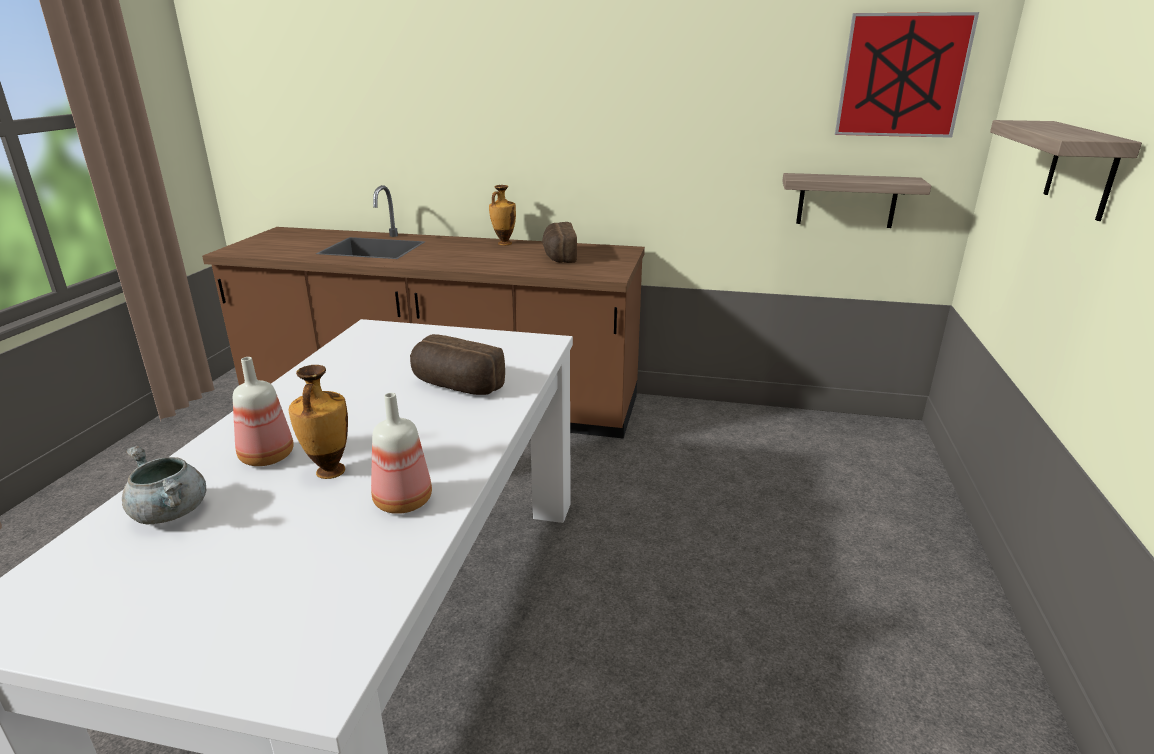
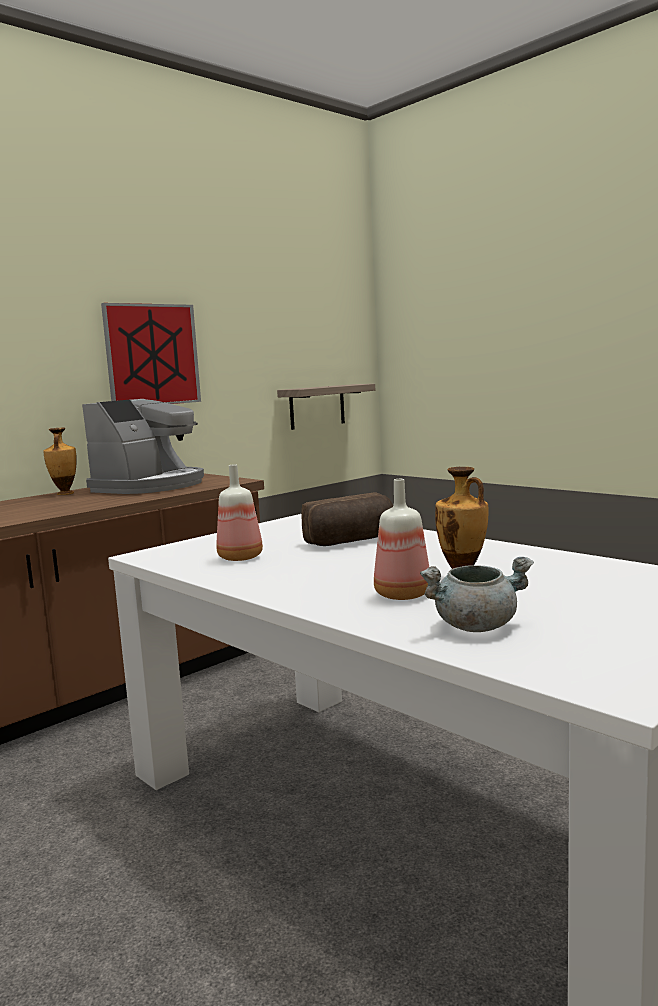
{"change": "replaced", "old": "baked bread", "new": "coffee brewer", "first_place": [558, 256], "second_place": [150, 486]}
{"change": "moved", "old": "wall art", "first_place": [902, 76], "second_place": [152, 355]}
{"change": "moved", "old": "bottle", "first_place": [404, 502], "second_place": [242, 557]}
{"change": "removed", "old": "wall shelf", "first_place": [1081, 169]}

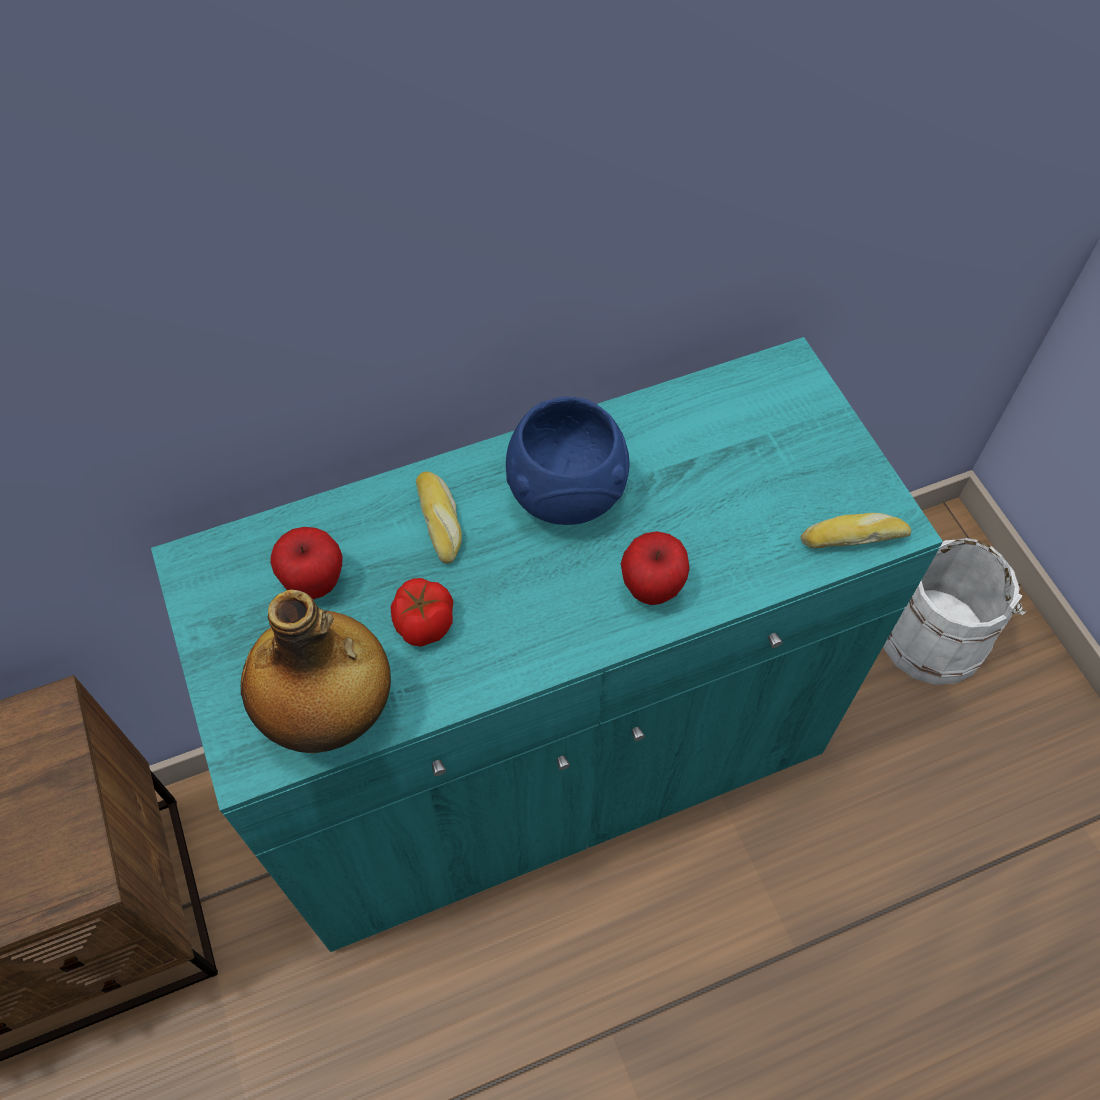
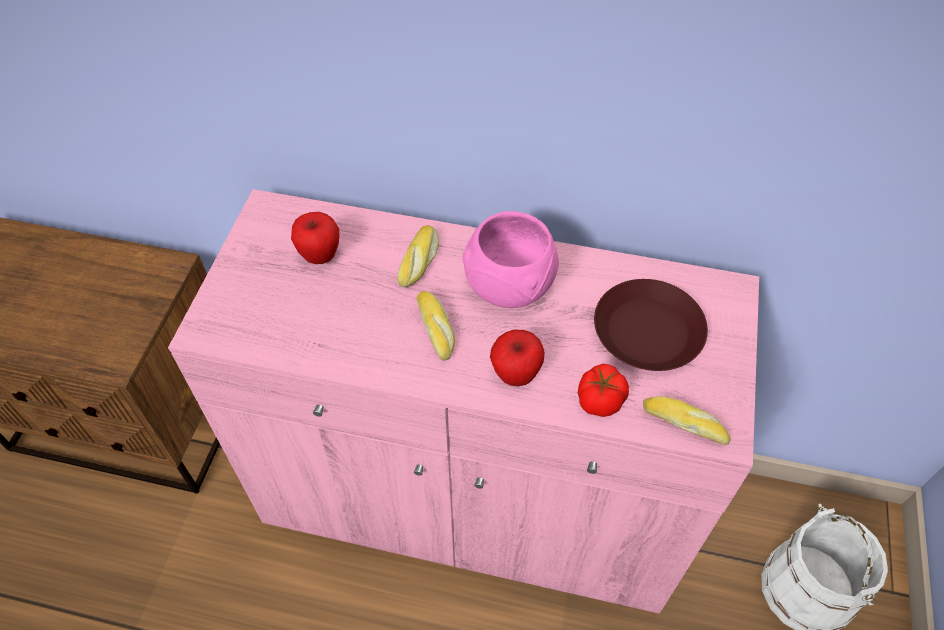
{"change": "recoloured", "old": "blue-green storage cabinet", "new": "pink-coloured storage cabinet", "first_place": [549, 761], "second_place": [472, 497]}
{"change": "added", "new": "baked bread", "second_place": [437, 329]}
{"change": "recoloured", "old": "blue-coloured serving bowl", "new": "pink-coloured serving bowl", "first_place": [566, 493], "second_place": [510, 287]}
{"change": "moved", "old": "tomato", "first_place": [424, 625], "second_place": [599, 401]}
{"change": "added", "new": "brown dinner plate", "second_place": [648, 332]}
{"change": "removed", "old": "bottle", "first_place": [330, 714]}

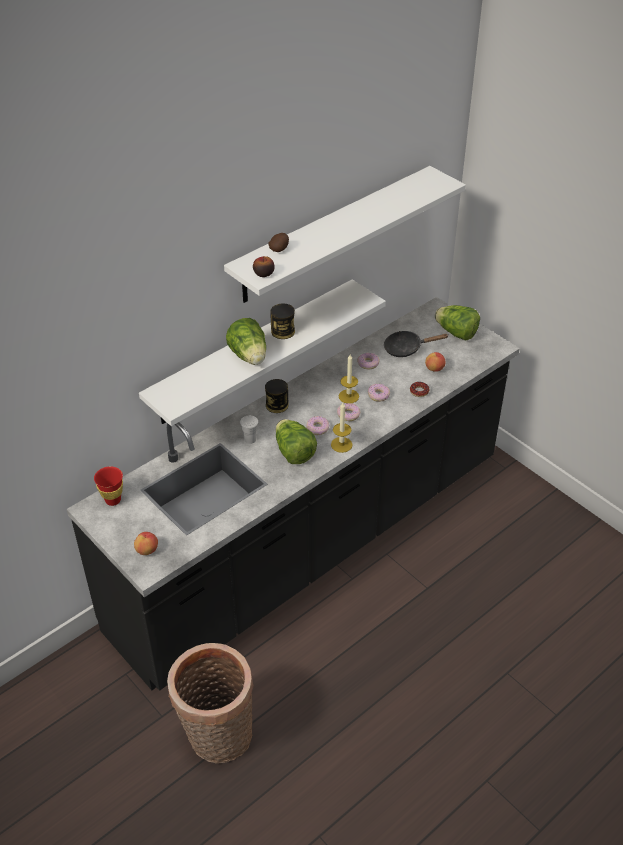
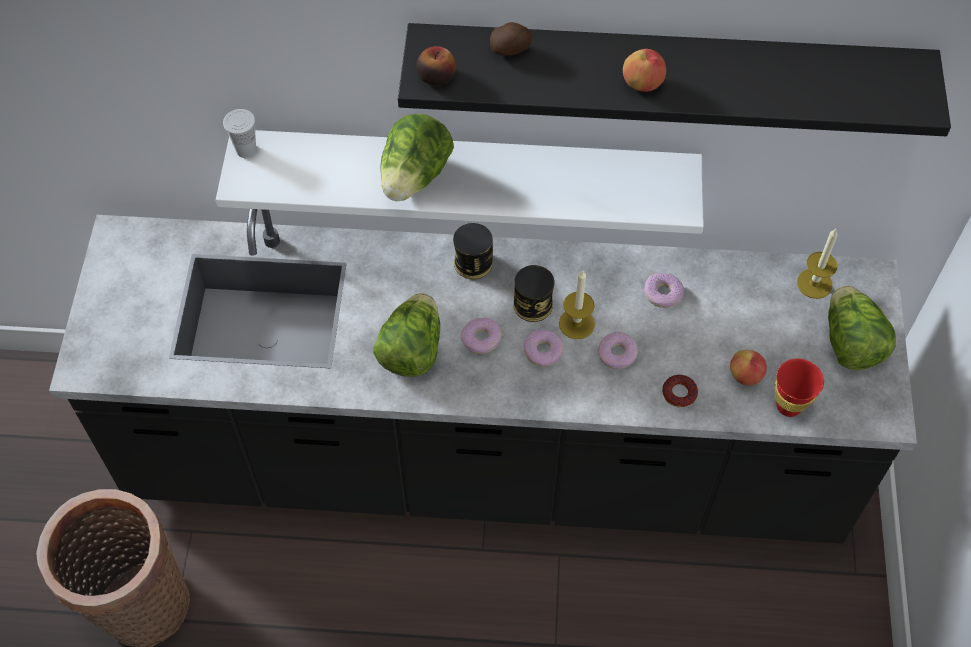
{"change": "moved", "old": "whitish small cup", "first_place": [250, 439], "second_place": [246, 150]}
{"change": "recoloured", "old": "whitish wall shelf", "new": "black-coloured wall shelf", "first_place": [333, 234], "second_place": [666, 70]}
{"change": "moved", "old": "can", "first_place": [283, 331], "second_place": [533, 305]}
{"change": "moved", "old": "whole apple", "first_place": [147, 550], "second_place": [643, 83]}
{"change": "moved", "old": "red small cup", "first_place": [113, 500], "second_place": [788, 406]}
{"change": "moved", "old": "wax light", "first_place": [341, 444], "second_place": [814, 283]}
{"change": "removed", "old": "black-coloured frying pan", "first_place": [406, 348]}

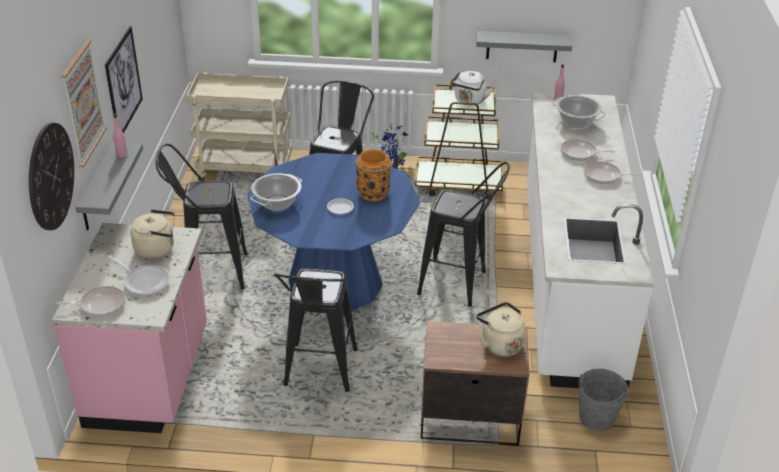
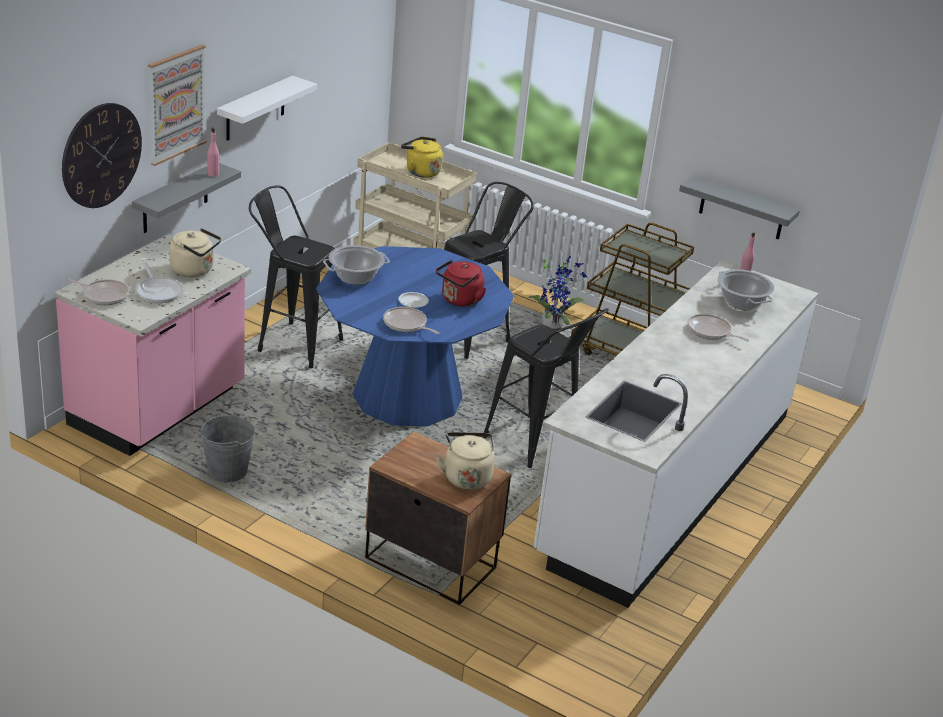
{"change": "moved", "old": "grey pail", "first_place": [596, 417], "second_place": [227, 471]}
{"change": "replaced", "old": "wall art", "new": "whitish wall shelf", "first_place": [123, 82], "second_place": [255, 109]}
{"change": "moved", "old": "frying pan", "first_place": [604, 176], "second_place": [406, 324]}
{"change": "added", "new": "yellowish water kettle", "second_place": [421, 171]}
{"change": "replaced", "old": "orangey vase", "new": "red water kettle", "first_place": [373, 193], "second_place": [460, 300]}
{"change": "removed", "old": "black-coloured stool seat", "first_place": [319, 374]}
{"change": "removed", "old": "whitish water kettle", "first_place": [469, 101]}

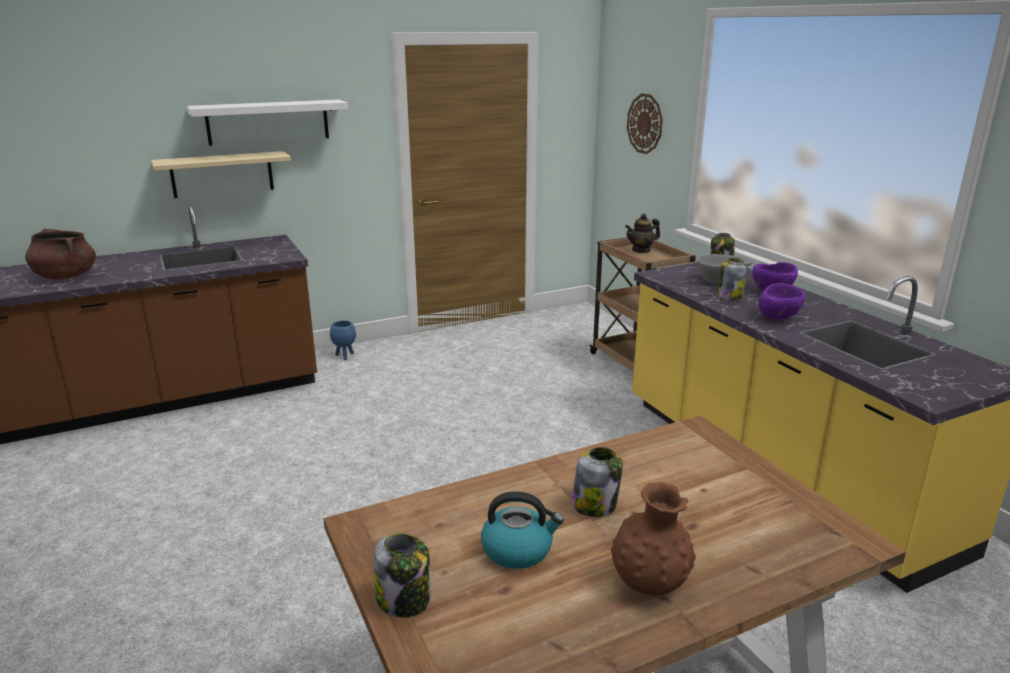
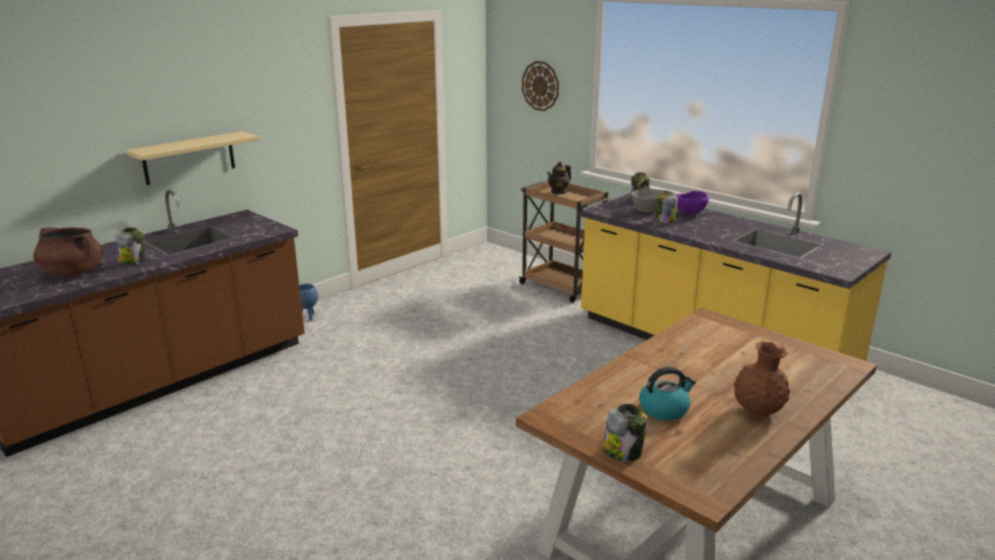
{"change": "moved", "old": "preserve jar", "first_place": [595, 505], "second_place": [133, 261]}
{"change": "removed", "old": "whitish wall shelf", "first_place": [268, 122]}
{"change": "removed", "old": "purplish serving bowl", "first_place": [778, 318]}

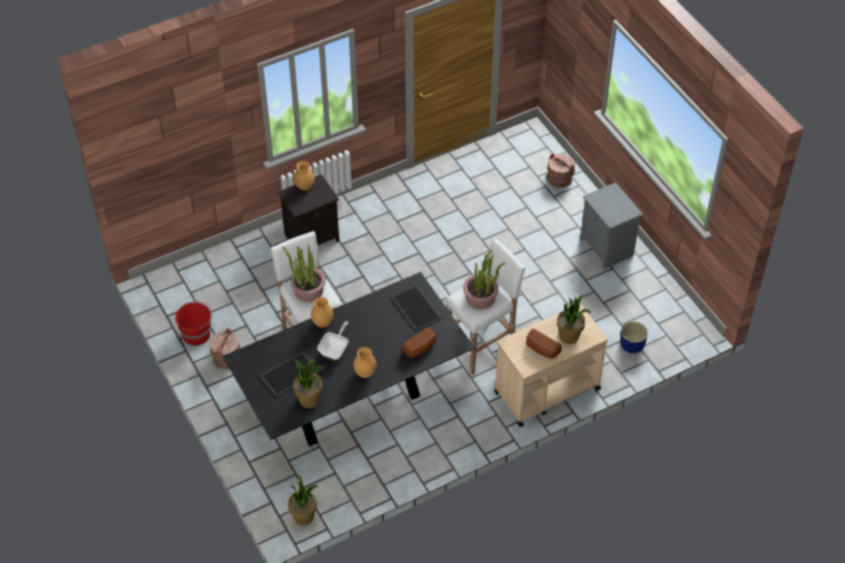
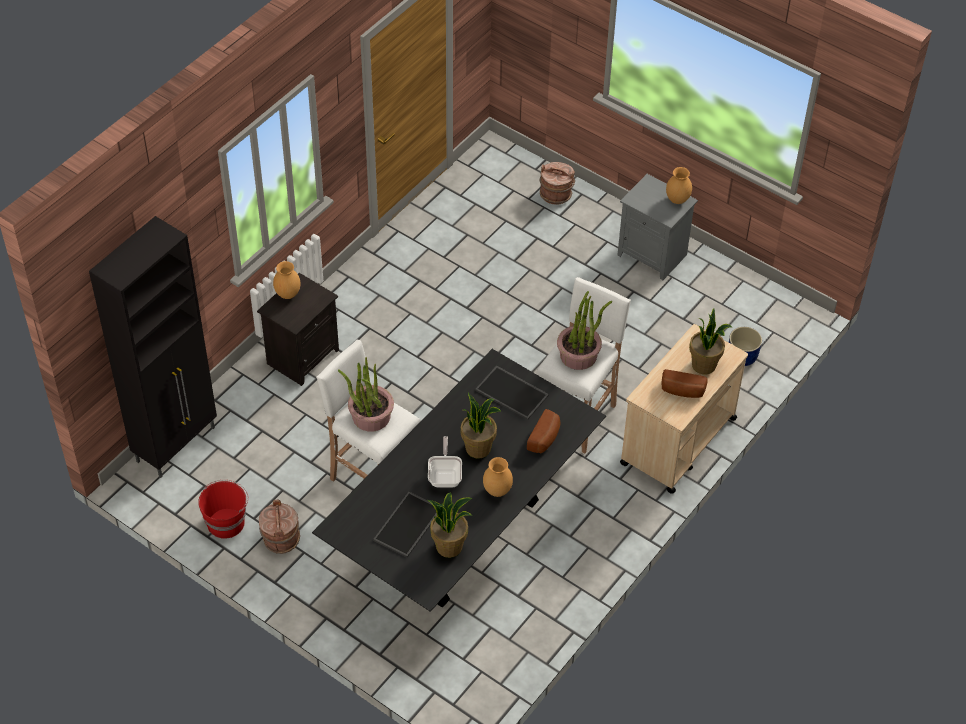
{"change": "added", "new": "black-coloured storage cabinet", "second_place": [177, 444]}
{"change": "moved", "old": "plant in a pot", "first_place": [304, 517], "second_place": [478, 448]}
{"change": "moved", "old": "brown vase", "first_place": [323, 323], "second_place": [678, 200]}

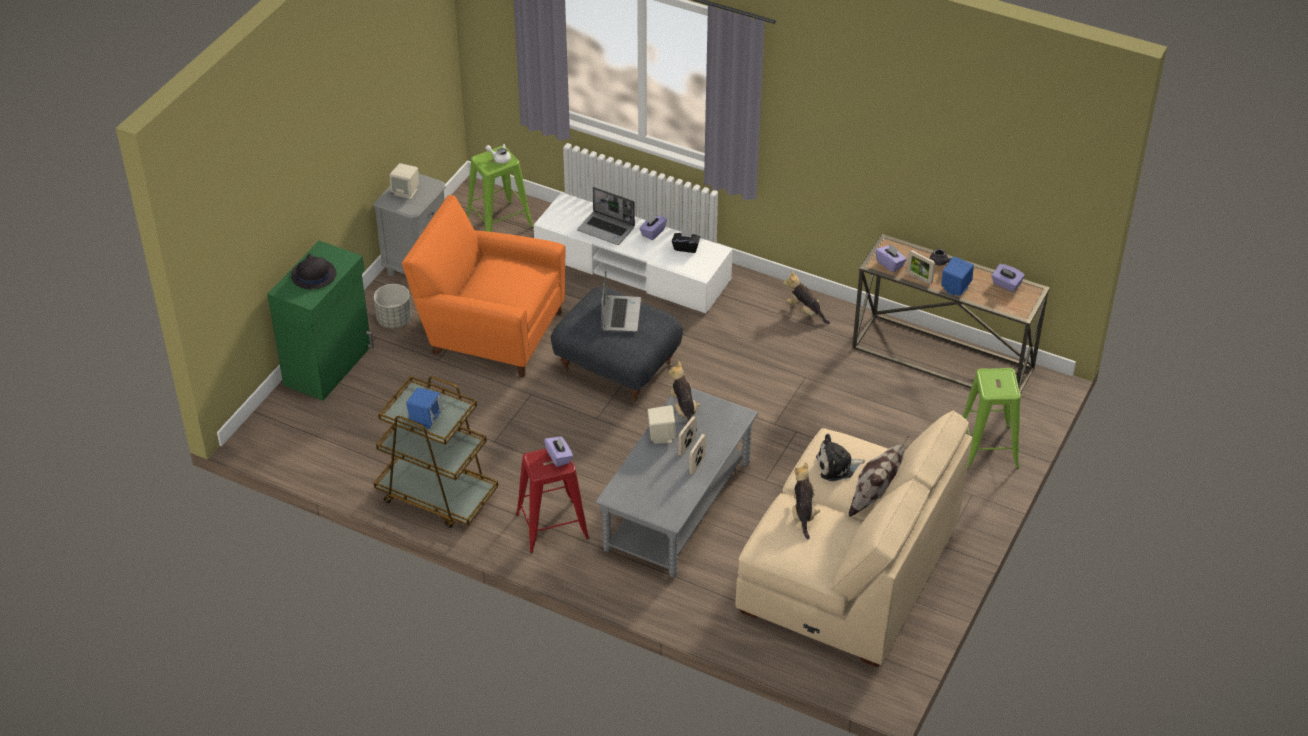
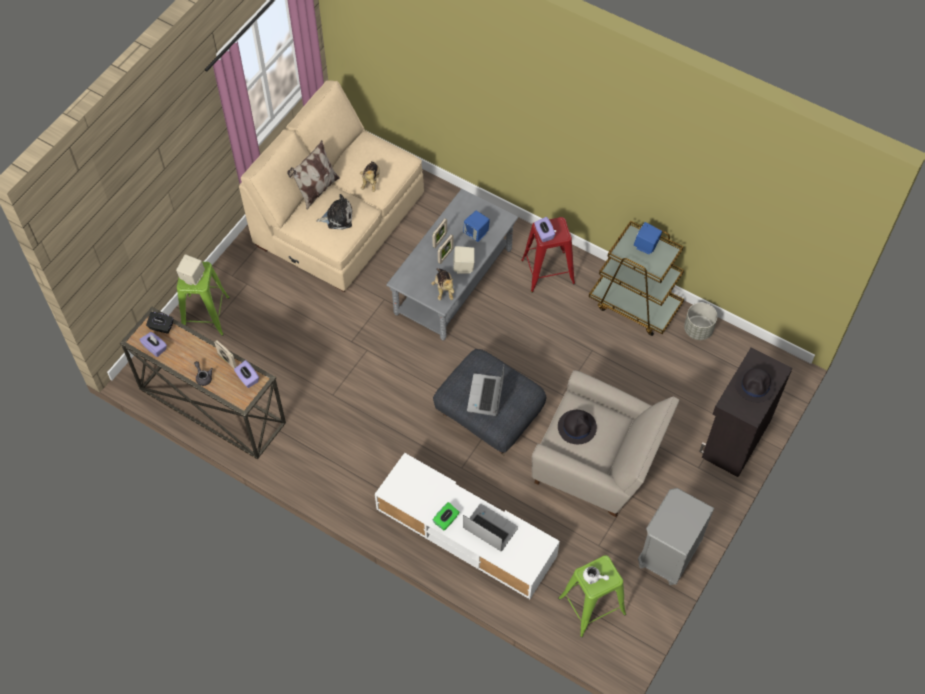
{"change": "moved", "old": "black-coloured tissue holder", "first_place": [686, 247], "second_place": [161, 327]}
{"change": "moved", "old": "beige-coloured loudspeaker", "first_place": [406, 192], "second_place": [192, 277]}
{"change": "recoloured", "old": "purplish tissue holder", "new": "greenish tissue holder", "first_place": [653, 232], "second_place": [446, 520]}
{"change": "moved", "old": "blue-coloured loudspeaker", "first_place": [955, 288], "second_place": [476, 233]}
{"change": "recoloured", "old": "orangey easy chair", "new": "beige-coloured easy chair", "first_place": [489, 331], "second_place": [598, 466]}
{"change": "added", "new": "black-coloured hat", "second_place": [577, 427]}
{"change": "moved", "old": "grey plant pot", "first_place": [394, 320], "second_place": [698, 330]}
{"change": "recoloured", "old": "greenish storage cabinet", "new": "black-coloured storage cabinet", "first_place": [329, 365], "second_place": [735, 438]}
{"change": "removed", "old": "cuddly toy", "first_place": [805, 311]}

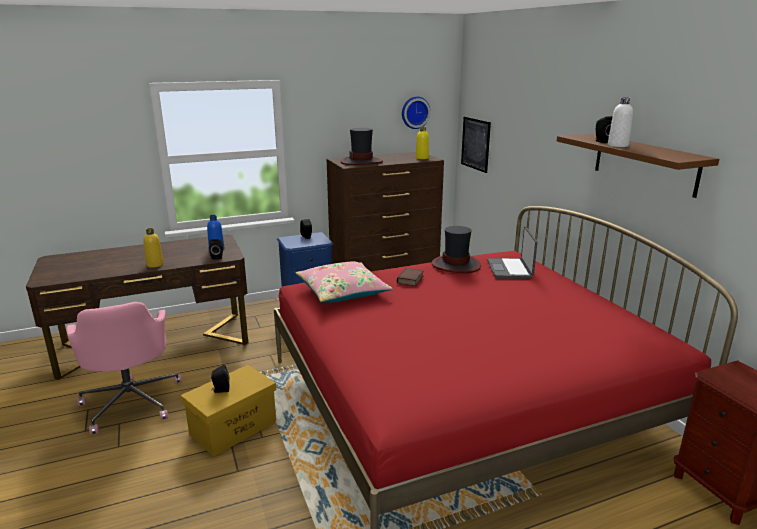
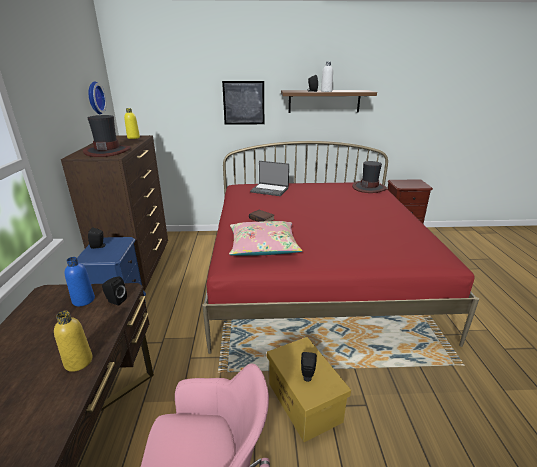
{"change": "moved", "old": "wall art", "first_place": [475, 144], "second_place": [243, 103]}
{"change": "moved", "old": "hat", "first_place": [456, 265], "second_place": [369, 188]}

